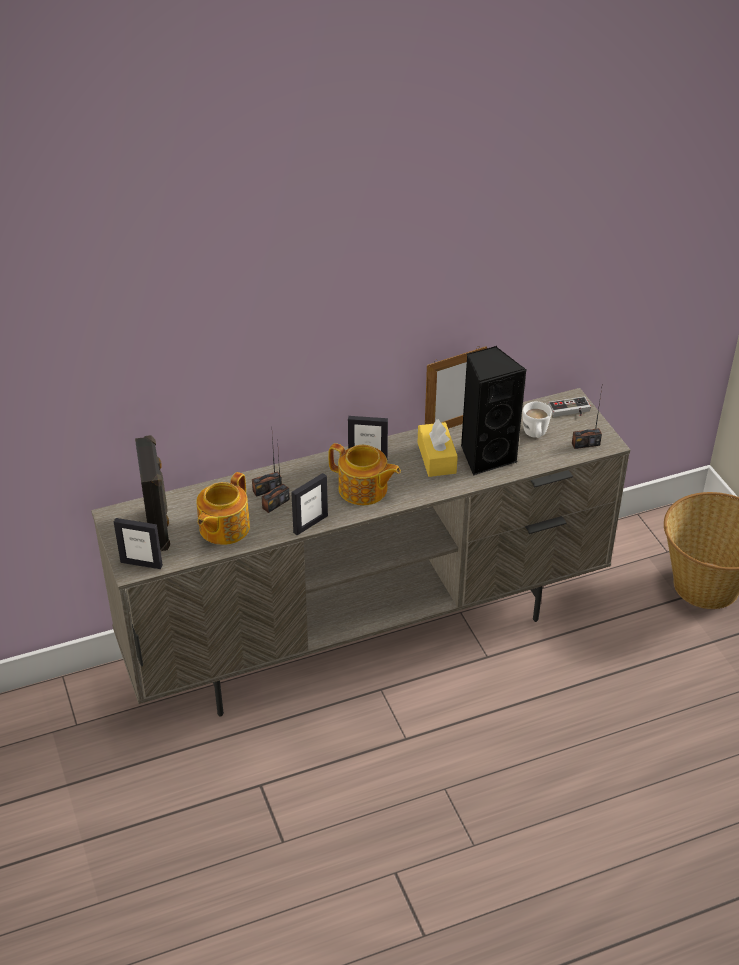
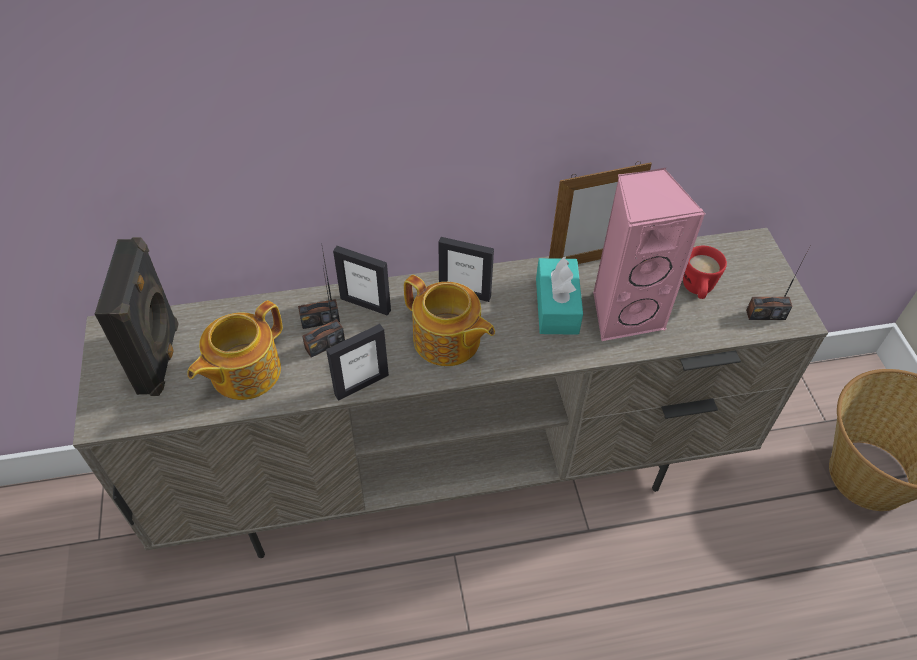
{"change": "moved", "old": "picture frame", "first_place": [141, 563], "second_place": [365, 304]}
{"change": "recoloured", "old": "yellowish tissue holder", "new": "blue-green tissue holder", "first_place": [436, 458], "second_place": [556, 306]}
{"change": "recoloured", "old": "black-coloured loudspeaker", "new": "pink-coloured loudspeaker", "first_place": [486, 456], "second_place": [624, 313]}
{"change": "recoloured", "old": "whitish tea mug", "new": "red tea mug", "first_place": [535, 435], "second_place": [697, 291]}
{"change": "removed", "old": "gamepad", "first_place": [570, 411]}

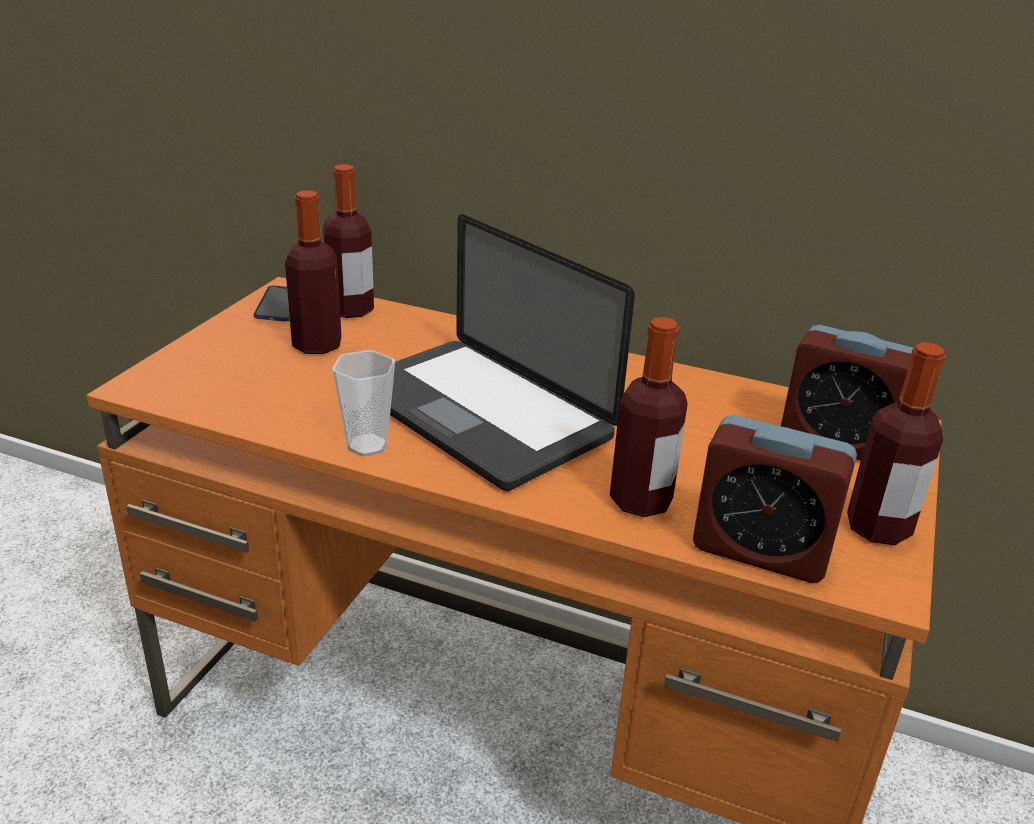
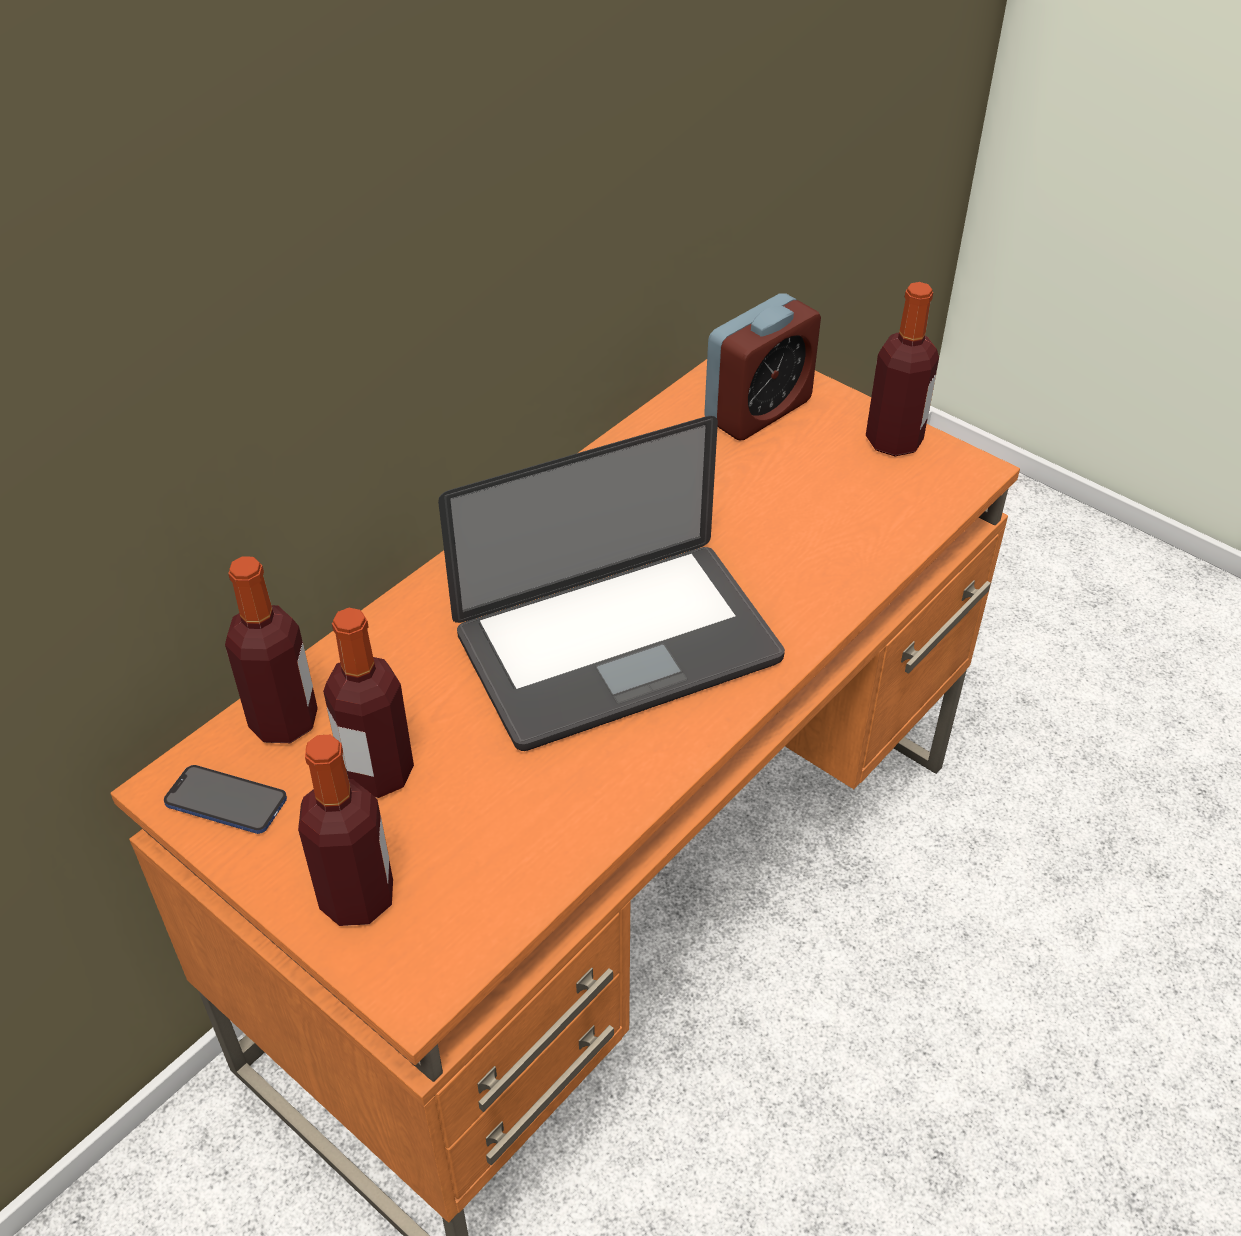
{"change": "moved", "old": "bottle", "first_place": [640, 501], "second_place": [357, 898]}
{"change": "removed", "old": "small cup", "first_place": [367, 445]}
{"change": "removed", "old": "table clock", "first_place": [760, 550]}

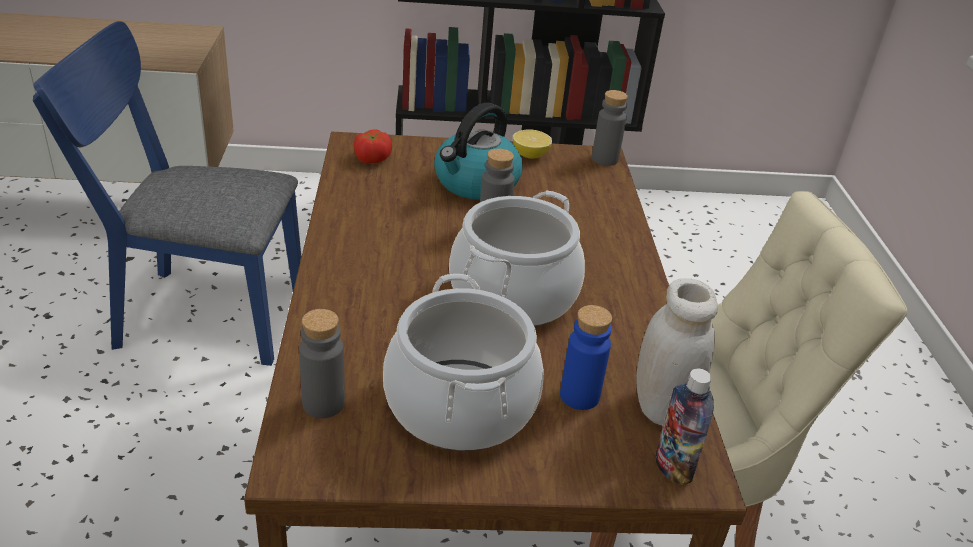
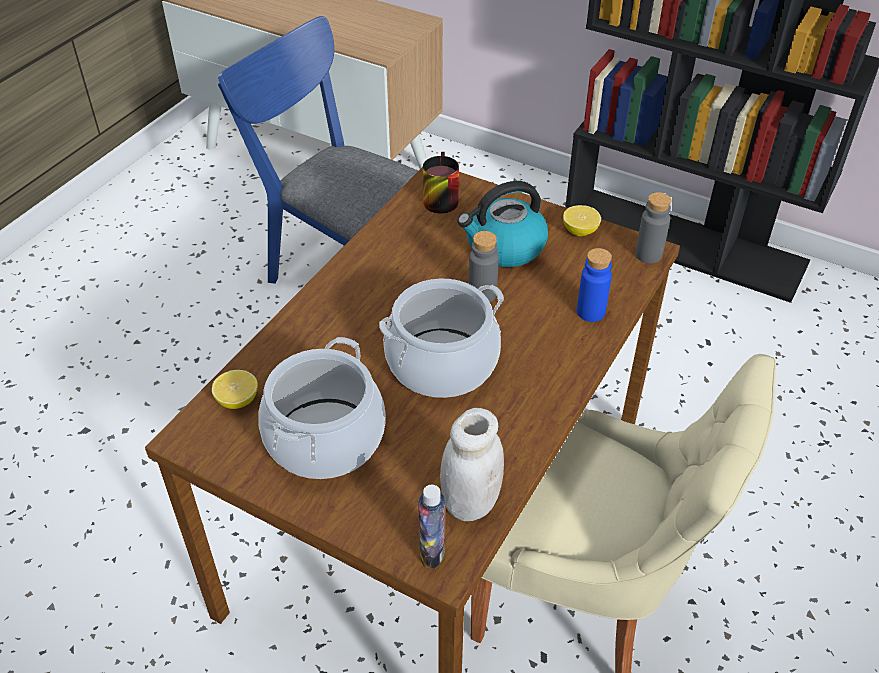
{"change": "replaced", "old": "grey bottle", "new": "lemon", "first_place": [323, 403], "second_place": [237, 400]}
{"change": "replaced", "old": "tomato", "new": "tea mug", "first_place": [371, 158], "second_place": [437, 198]}
{"change": "moved", "old": "blue-coloured bottle", "first_place": [579, 396], "second_place": [590, 312]}

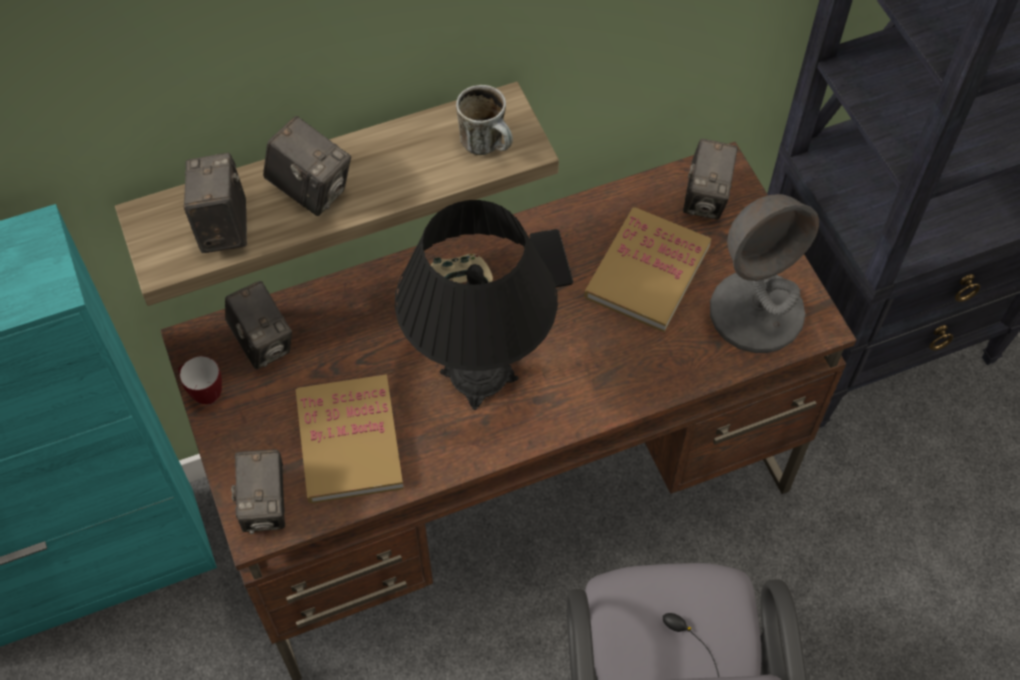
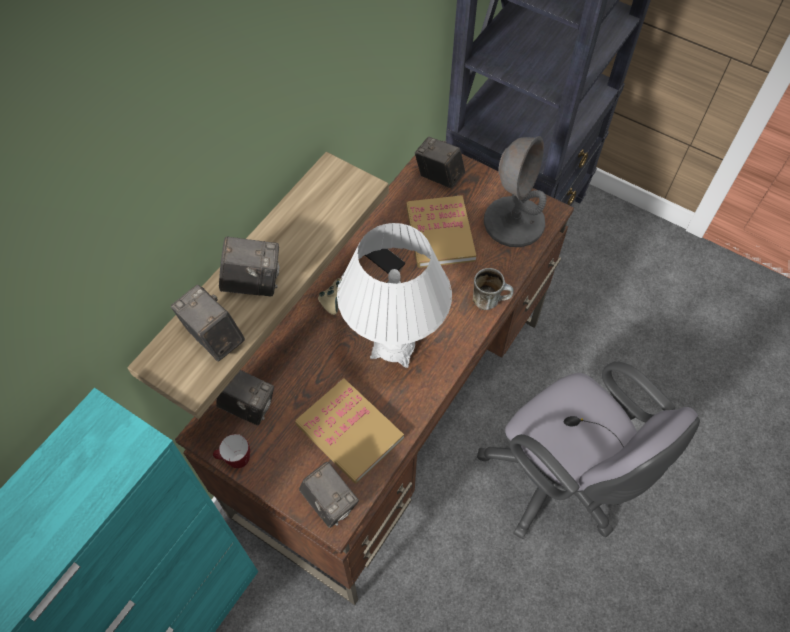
{"change": "recoloured", "old": "black-coloured tabletop lamp", "new": "whitish tabletop lamp", "first_place": [479, 375], "second_place": [394, 346]}
{"change": "turned", "old": "photo camera", "first_place": [706, 198], "second_place": [439, 176], "degrees": 150}
{"change": "moved", "old": "tea mug", "first_place": [488, 145], "second_place": [490, 300]}

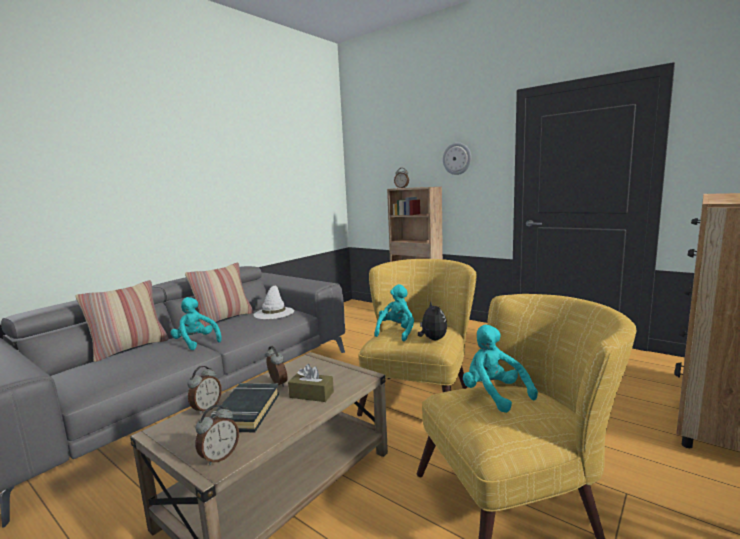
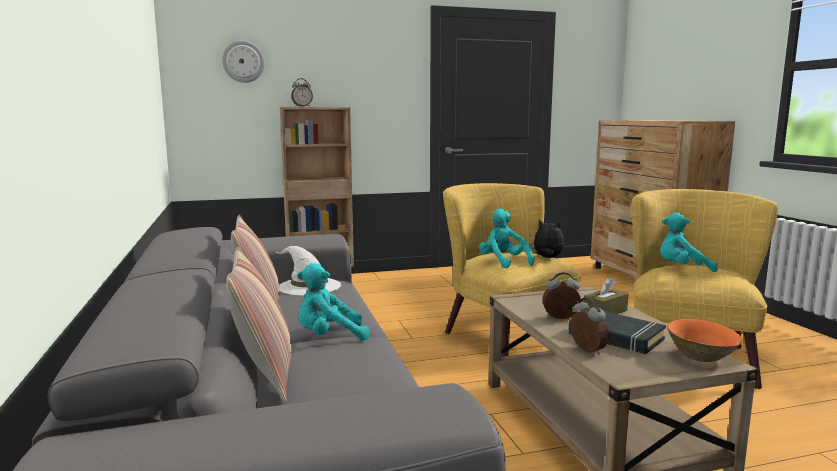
{"change": "moved", "old": "wall clock", "first_place": [457, 158], "second_place": [243, 61]}
{"change": "replaced", "old": "table clock", "new": "orangey serving bowl", "first_place": [219, 457], "second_place": [701, 356]}

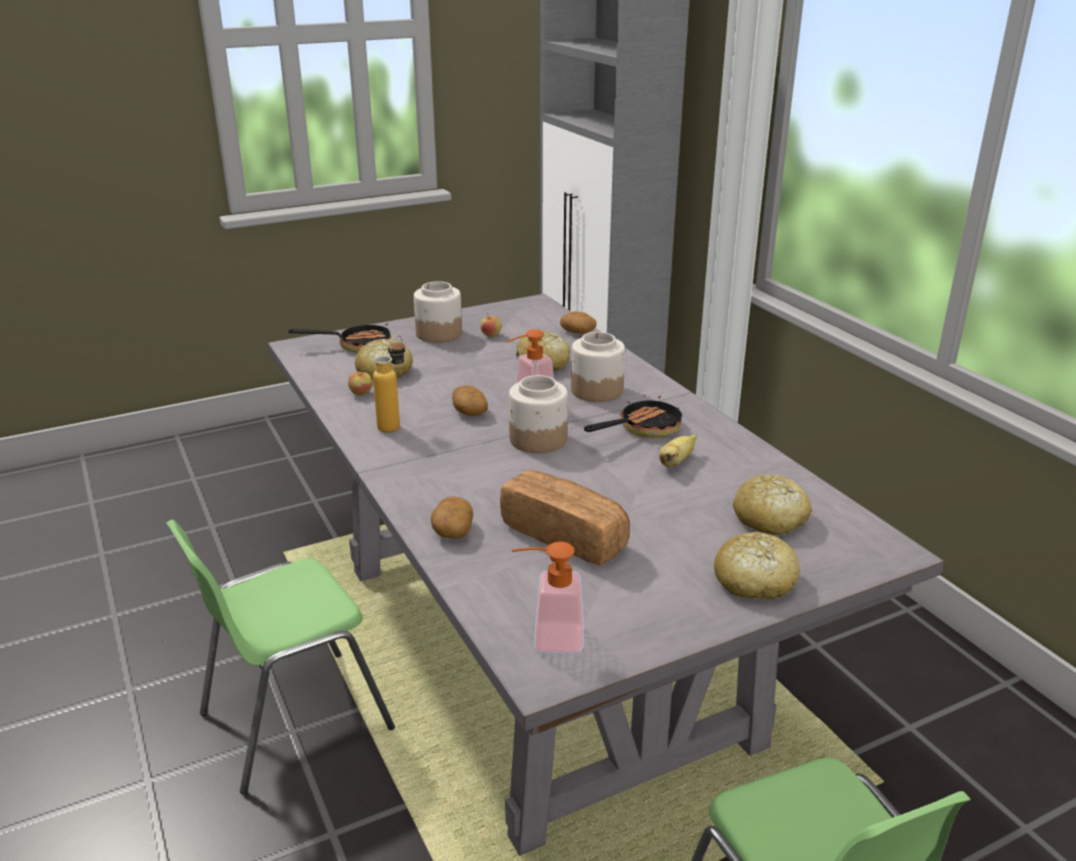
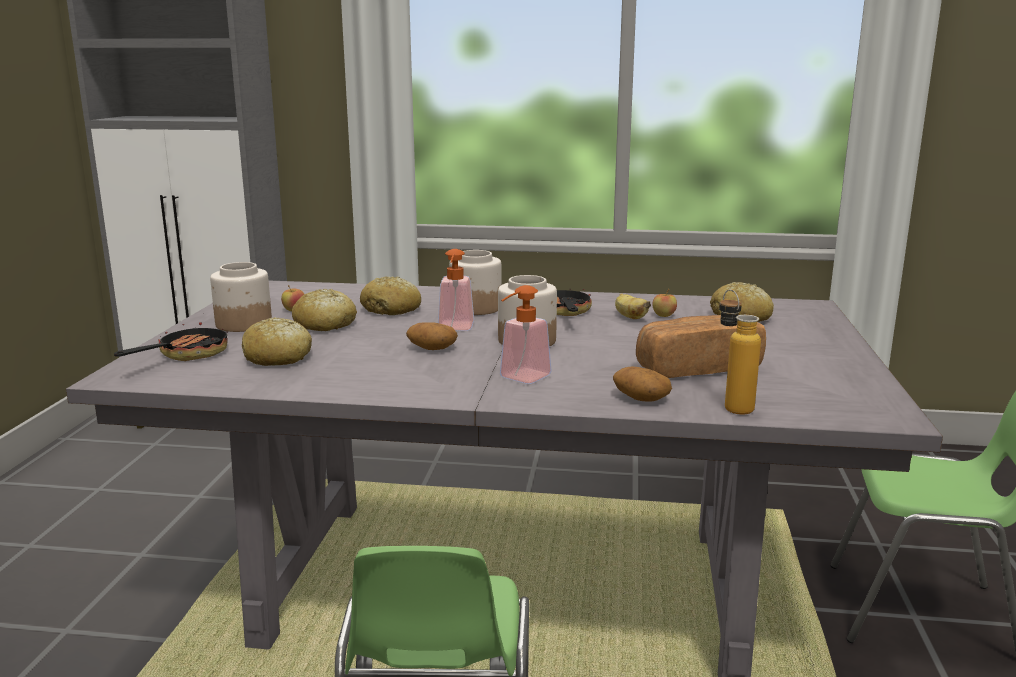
{"change": "moved", "old": "baked bread", "first_place": [754, 581], "second_place": [325, 324]}
{"change": "moved", "old": "soap bottle", "first_place": [548, 638], "second_place": [520, 379]}
{"change": "moved", "old": "whole apple", "first_place": [361, 393], "second_place": [663, 315]}
{"change": "moved", "old": "bottle", "first_place": [394, 424], "second_place": [731, 405]}
{"change": "removed", "old": "whole potato", "first_place": [578, 332]}

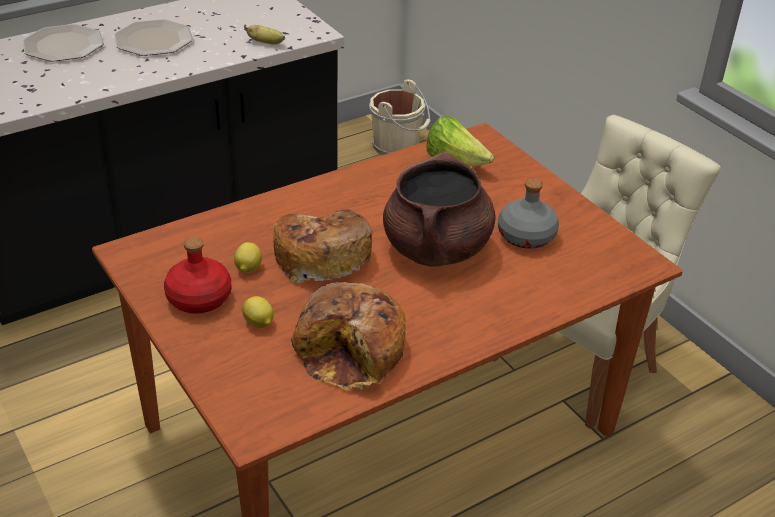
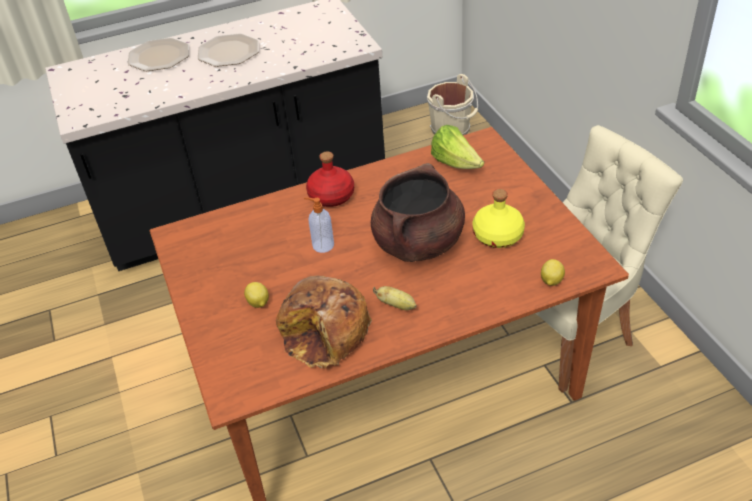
{"change": "replaced", "old": "baked bread", "new": "soap bottle", "first_place": [321, 255], "second_place": [322, 245]}
{"change": "moved", "old": "red bottle", "first_place": [199, 298], "second_place": [331, 195]}
{"change": "moved", "old": "banana fruit", "first_place": [266, 43], "second_place": [397, 305]}
{"change": "recoloured", "old": "grey bottle", "new": "yellowish bottle", "first_place": [526, 236], "second_place": [497, 236]}
{"change": "moved", "old": "lemon", "first_place": [248, 268], "second_place": [551, 281]}

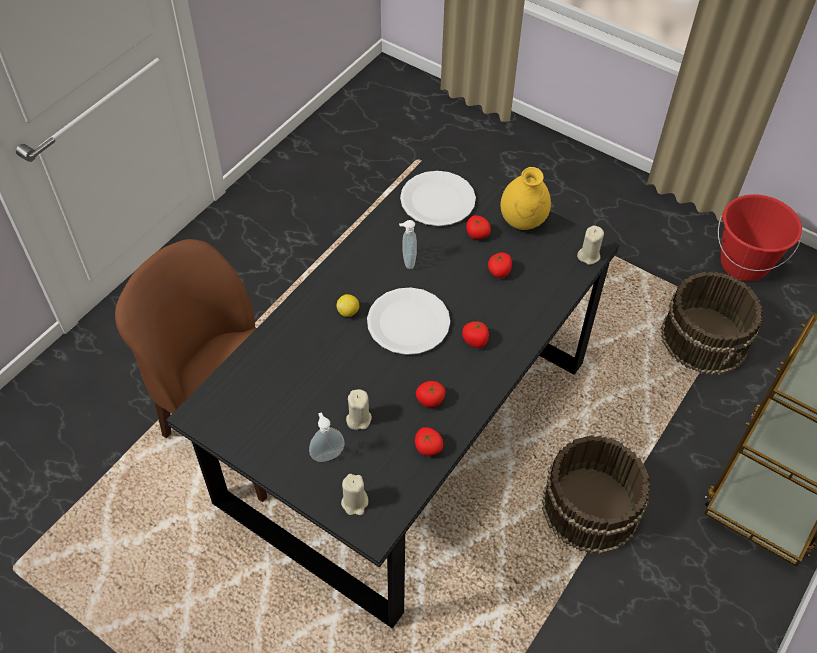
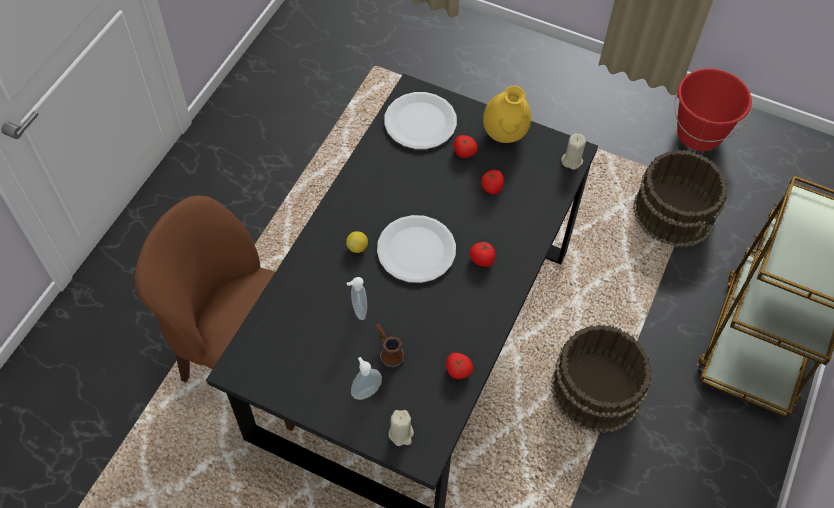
{"change": "moved", "old": "soap bottle", "first_place": [407, 261], "second_place": [358, 310]}
{"change": "replaced", "old": "beige-coloured wax light", "new": "tea mug", "first_place": [358, 419], "second_place": [388, 352]}
{"change": "removed", "old": "tomato", "first_place": [430, 400]}

